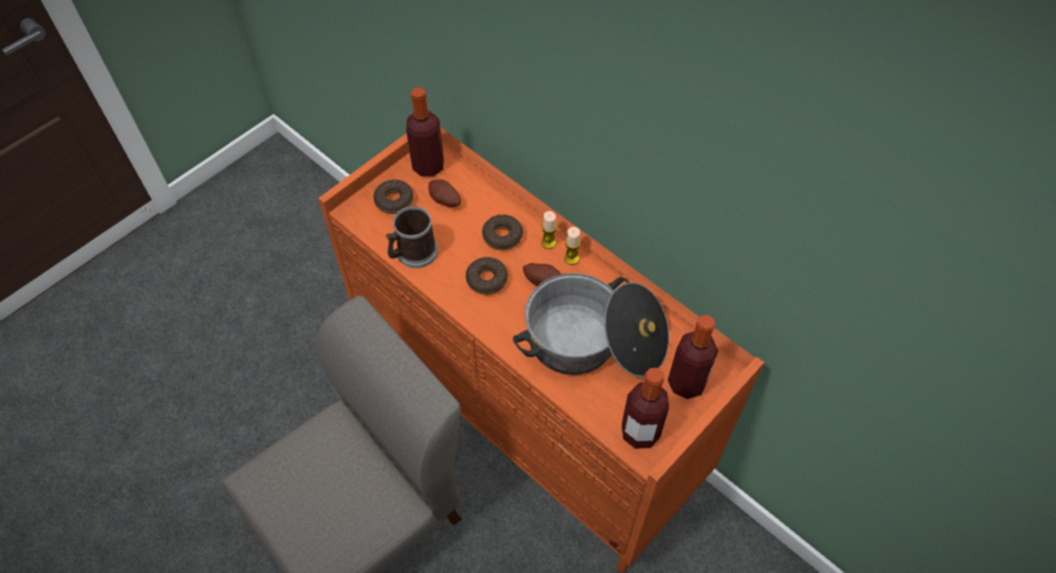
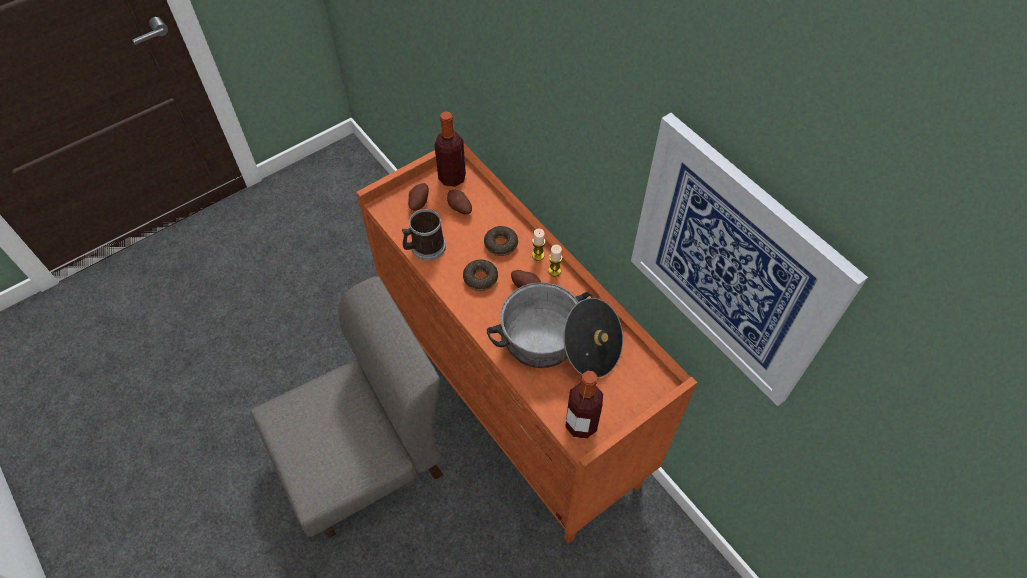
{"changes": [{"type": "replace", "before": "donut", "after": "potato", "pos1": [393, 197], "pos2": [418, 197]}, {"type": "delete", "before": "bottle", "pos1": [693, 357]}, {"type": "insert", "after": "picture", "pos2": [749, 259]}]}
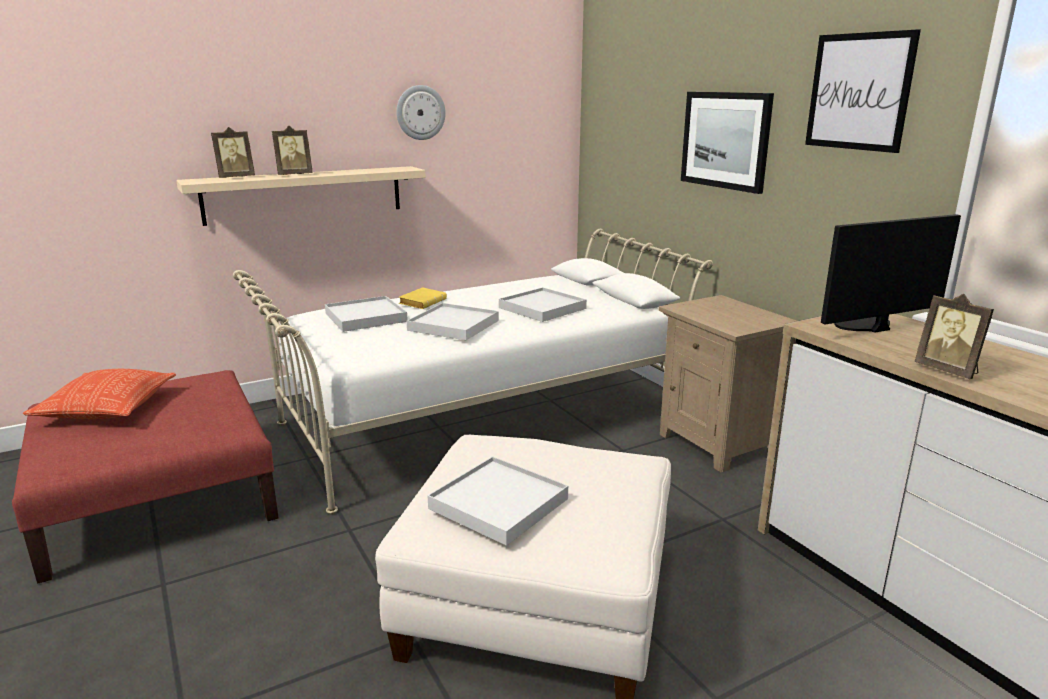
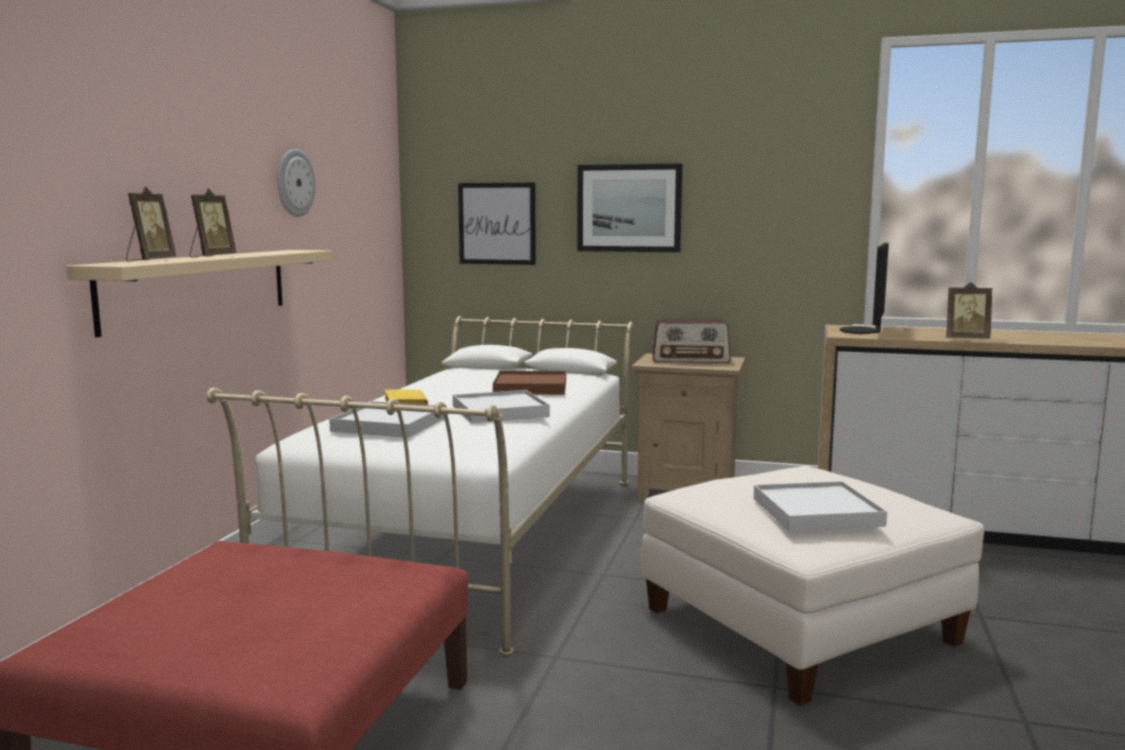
{"changes": [{"type": "move", "before": "picture", "pos1": [863, 91], "pos2": [497, 224]}, {"type": "recolor", "before": "white tray", "after": "brown tray", "pos1": [543, 304], "pos2": [529, 383]}, {"type": "delete", "before": "orange pillow", "pos1": [99, 394]}, {"type": "insert", "after": "radio", "pos2": [691, 340]}]}
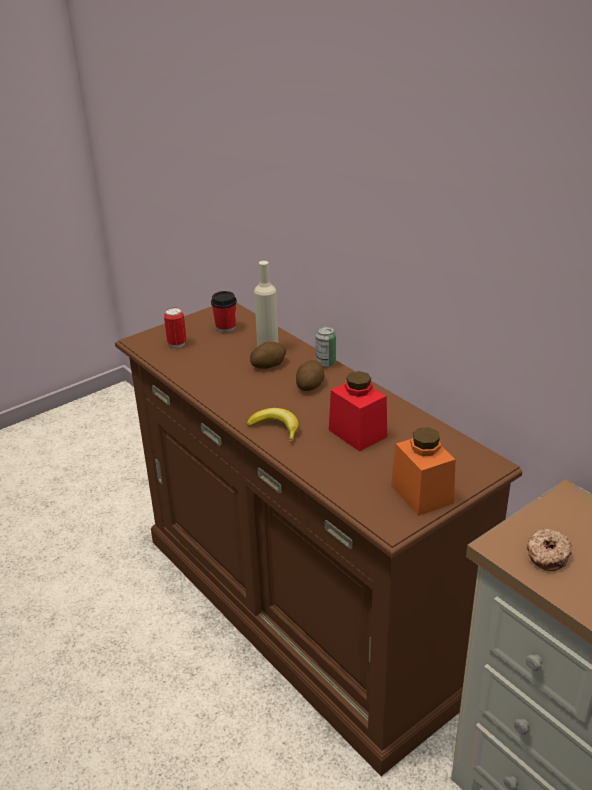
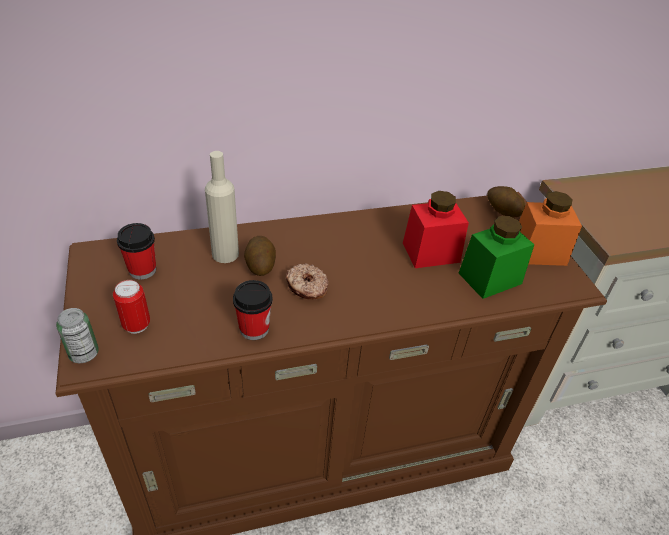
{"changes": [{"type": "move", "before": "can", "pos1": [326, 346], "pos2": [77, 335]}, {"type": "move", "before": "potato", "pos1": [310, 375], "pos2": [506, 202]}, {"type": "delete", "before": "banana", "pos1": [273, 425]}, {"type": "move", "before": "donut", "pos1": [549, 549], "pos2": [307, 282]}, {"type": "insert", "after": "green jar", "pos2": [496, 257]}, {"type": "insert", "after": "cup", "pos2": [253, 310]}]}
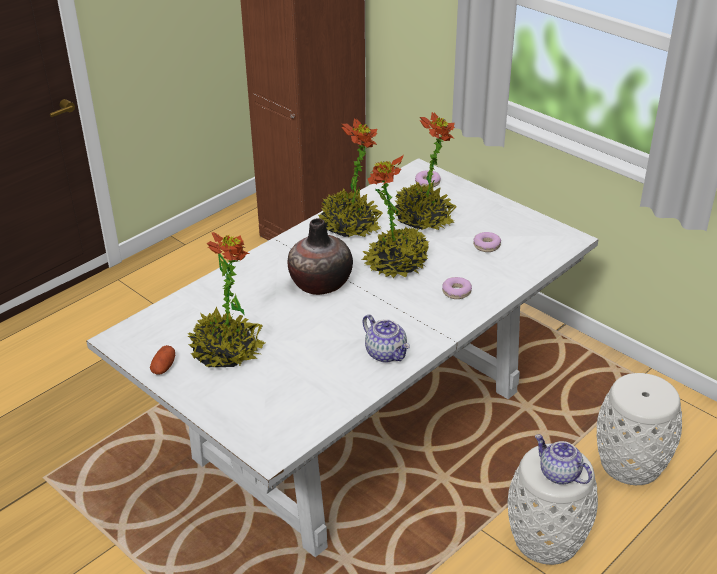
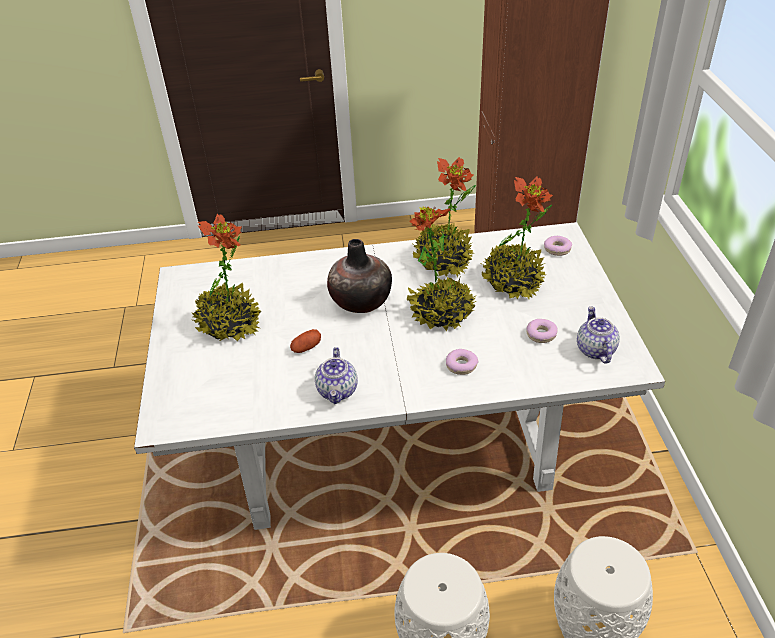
{"changes": [{"type": "move", "before": "potato", "pos1": [162, 359], "pos2": [305, 341]}, {"type": "move", "before": "teapot", "pos1": [563, 459], "pos2": [598, 335]}]}
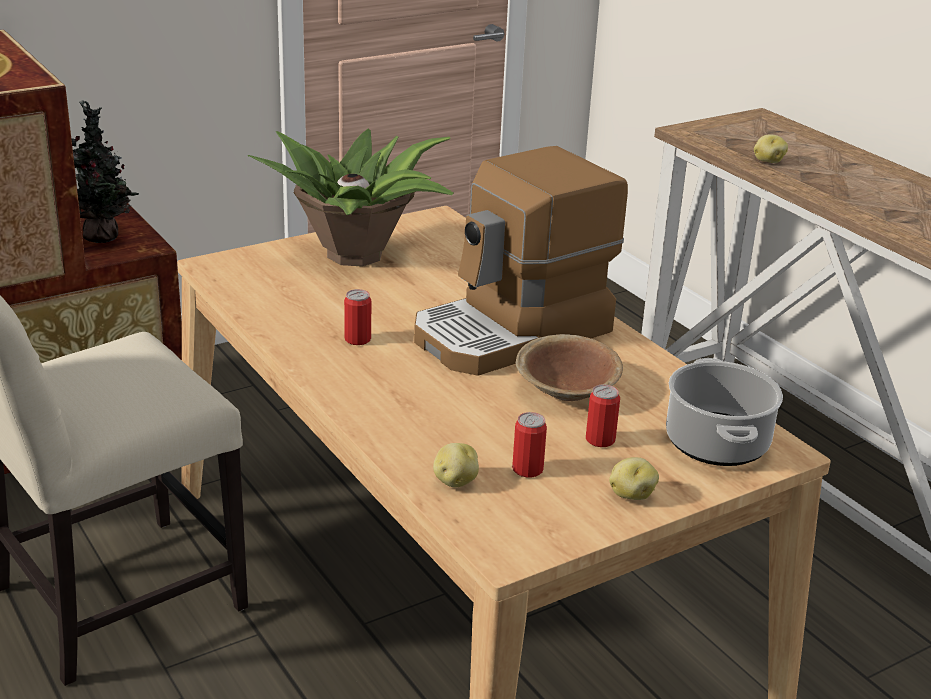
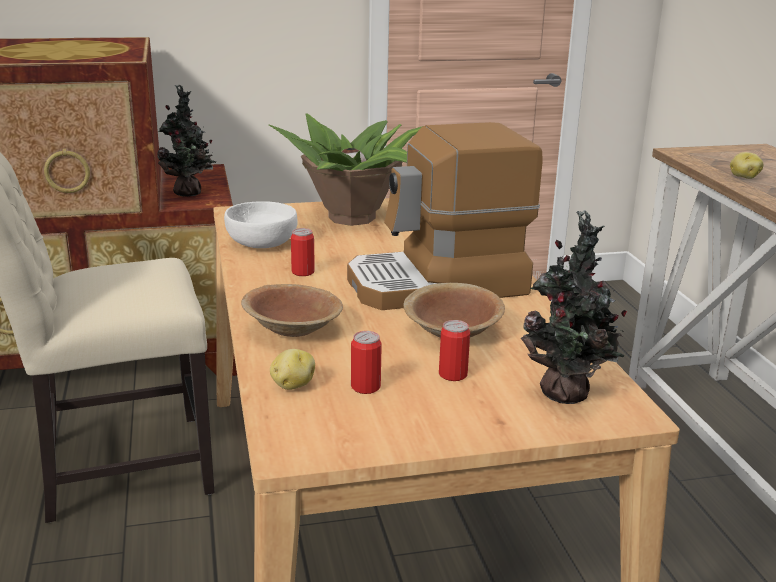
{"changes": [{"type": "replace", "before": "cooking pot", "after": "potted plant", "pos1": [724, 412], "pos2": [574, 307]}, {"type": "delete", "before": "potato", "pos1": [634, 478]}, {"type": "insert", "after": "white bowl", "pos2": [261, 224]}, {"type": "insert", "after": "brown bowl", "pos2": [292, 310]}]}
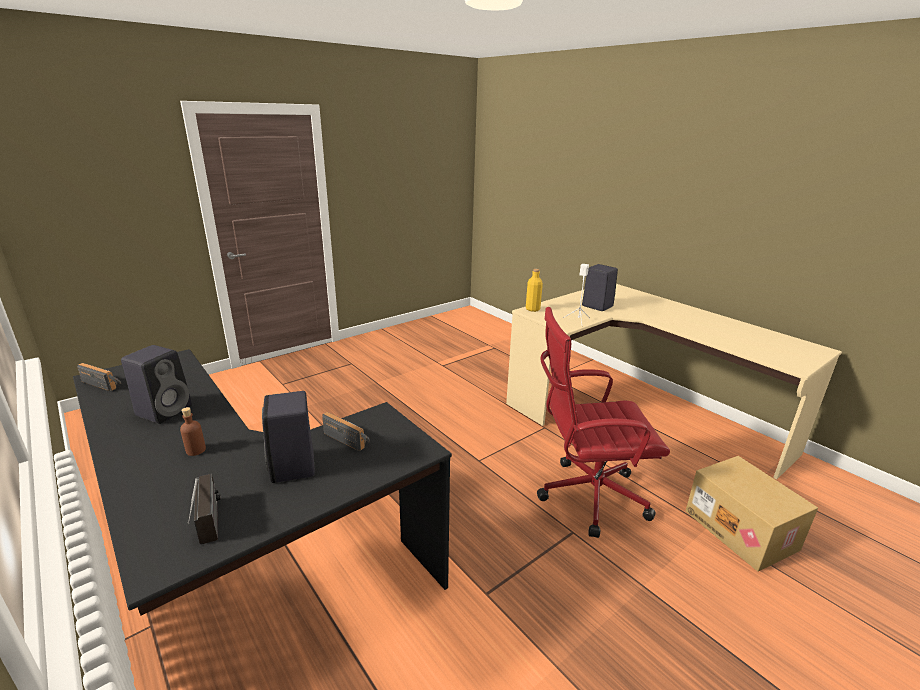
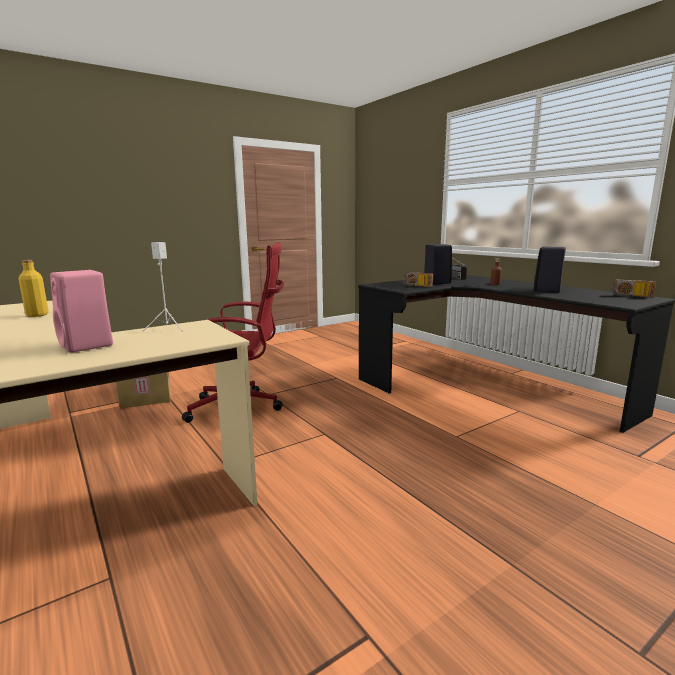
{"changes": [{"type": "recolor", "before": "black speaker", "after": "pink speaker", "pos1": [600, 287], "pos2": [81, 311]}, {"type": "move", "before": "yellow bottle", "pos1": [534, 290], "pos2": [33, 288]}]}
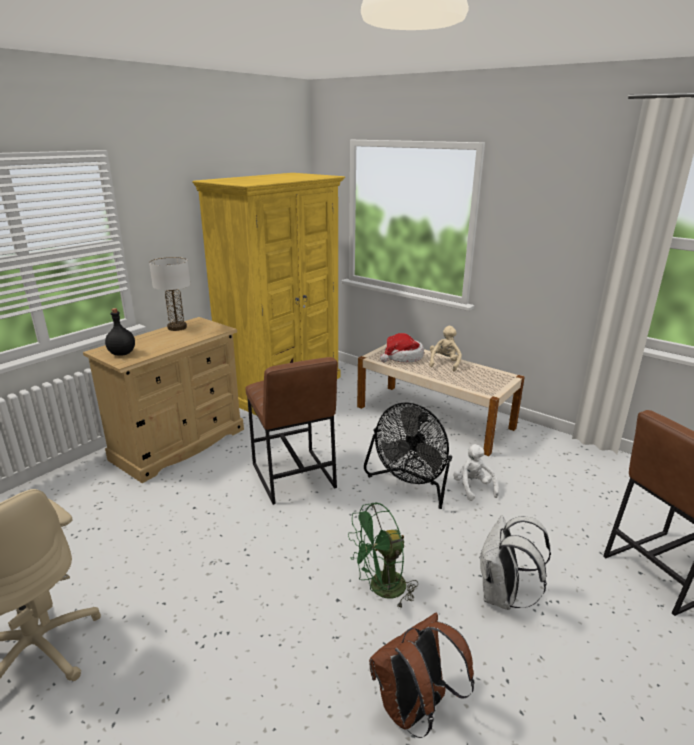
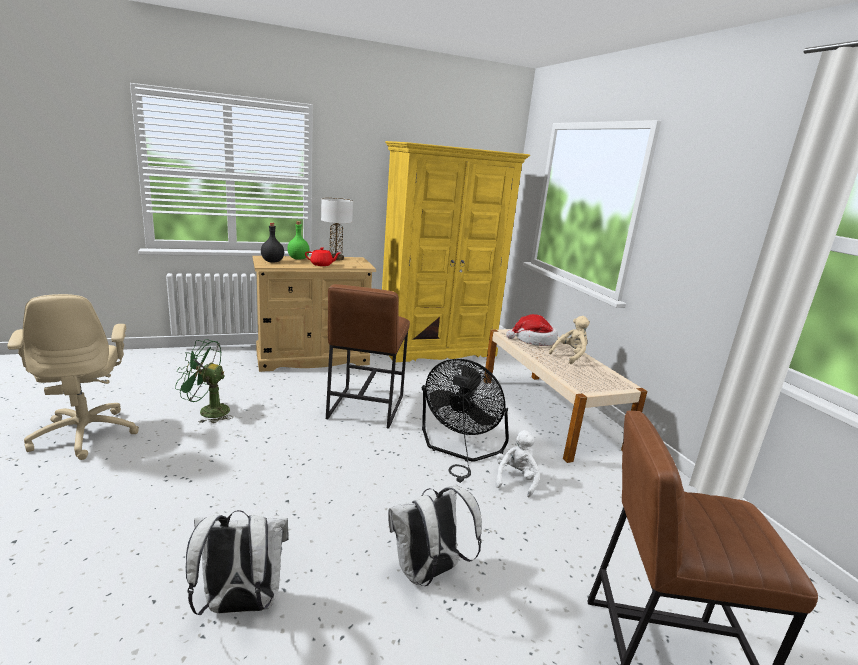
{"changes": [{"type": "rotate", "before": "black fan", "pos1": [408, 456], "pos2": [465, 421], "turn": 135}, {"type": "move", "before": "green fan", "pos1": [383, 555], "pos2": [204, 381]}, {"type": "recolor", "before": "brown backpack", "after": "white backpack", "pos1": [422, 675], "pos2": [237, 562]}, {"type": "insert", "after": "green bottle", "pos2": [298, 240]}, {"type": "insert", "after": "red teapot", "pos2": [322, 256]}]}
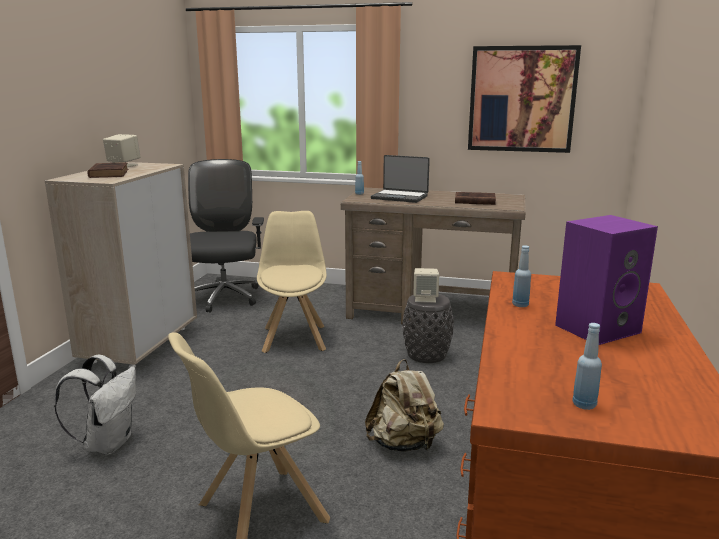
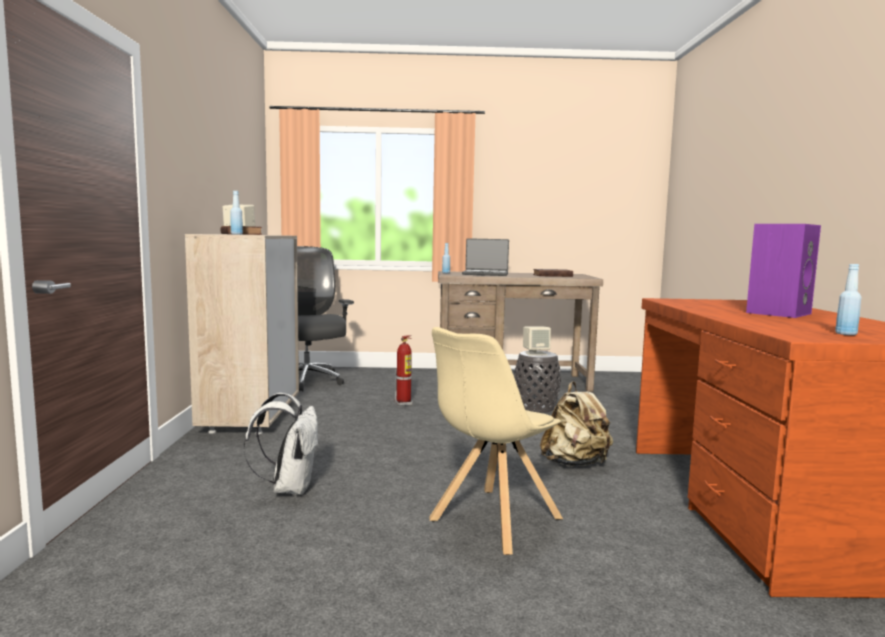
{"changes": [{"type": "delete", "before": "picture", "pos1": [524, 99]}, {"type": "replace", "before": "beige chair", "after": "fire extinguisher", "pos1": [292, 282], "pos2": [404, 370]}, {"type": "move", "before": "blue bottle", "pos1": [521, 276], "pos2": [236, 213]}]}
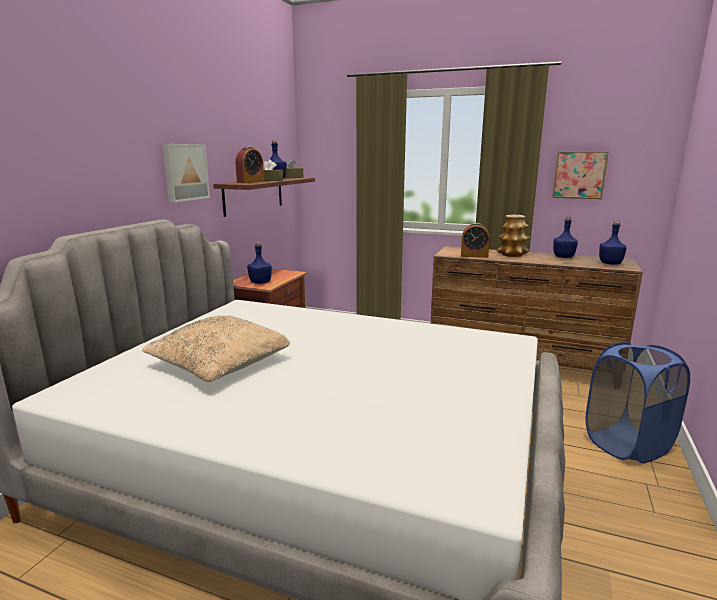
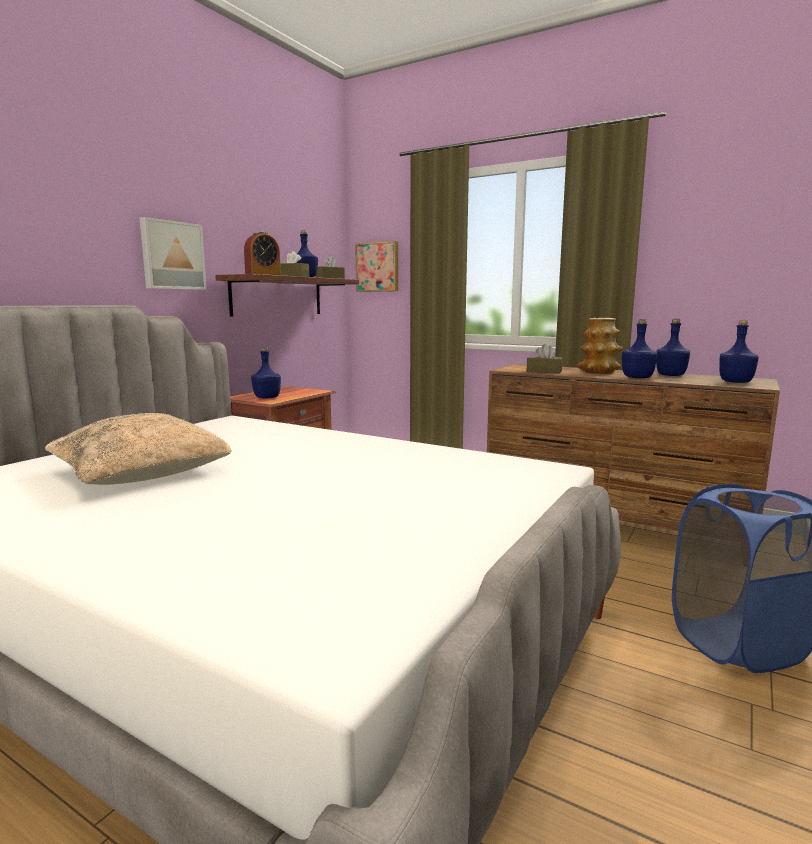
{"changes": [{"type": "move", "before": "picture", "pos1": [580, 175], "pos2": [376, 266]}, {"type": "replace", "before": "alarm clock", "after": "brown tissue box", "pos1": [475, 240], "pos2": [545, 359]}, {"type": "insert", "after": "blue bottle", "pos2": [639, 348]}]}
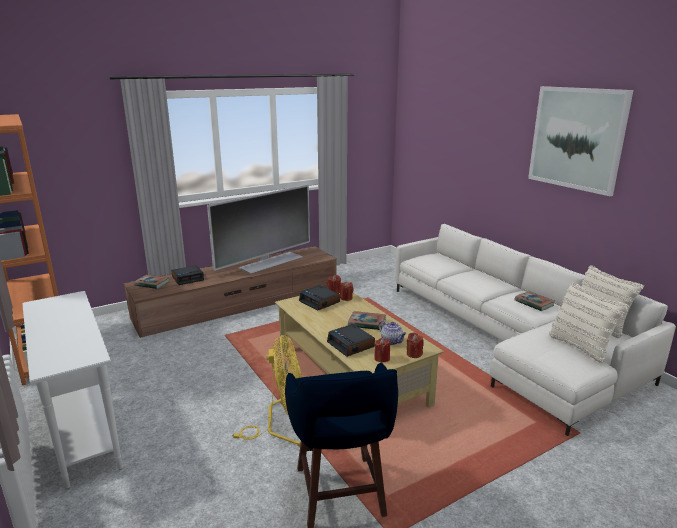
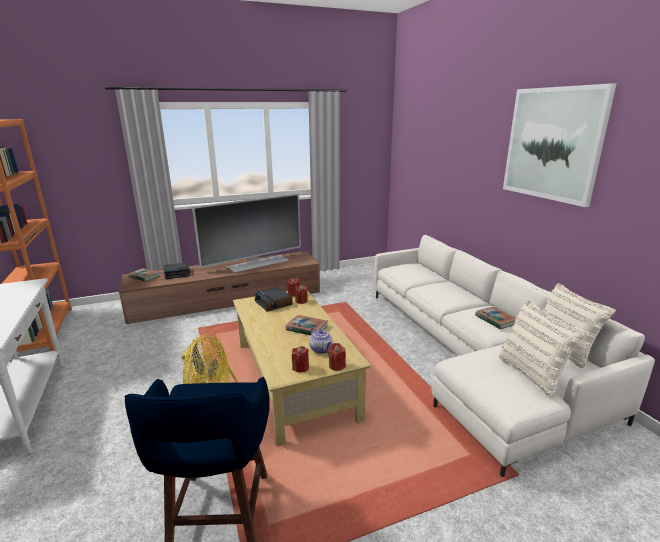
{"changes": [{"type": "delete", "before": "alarm clock", "pos1": [351, 340]}]}
